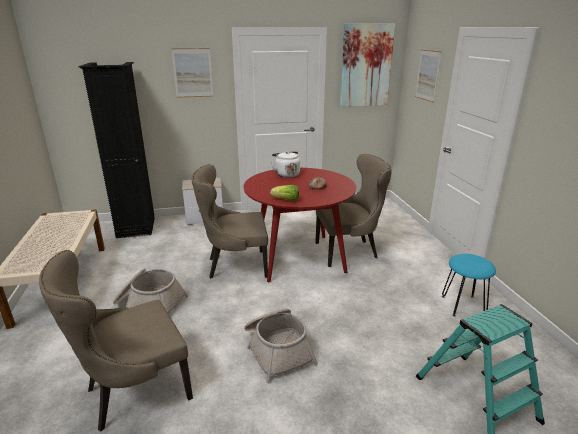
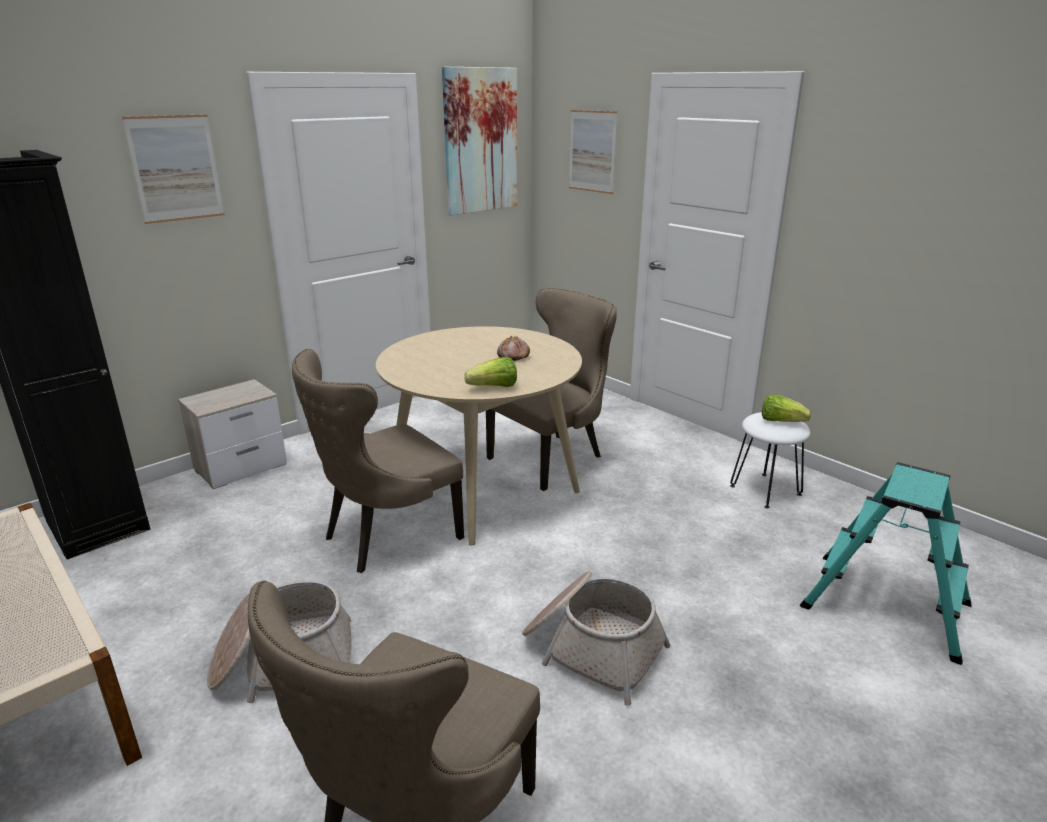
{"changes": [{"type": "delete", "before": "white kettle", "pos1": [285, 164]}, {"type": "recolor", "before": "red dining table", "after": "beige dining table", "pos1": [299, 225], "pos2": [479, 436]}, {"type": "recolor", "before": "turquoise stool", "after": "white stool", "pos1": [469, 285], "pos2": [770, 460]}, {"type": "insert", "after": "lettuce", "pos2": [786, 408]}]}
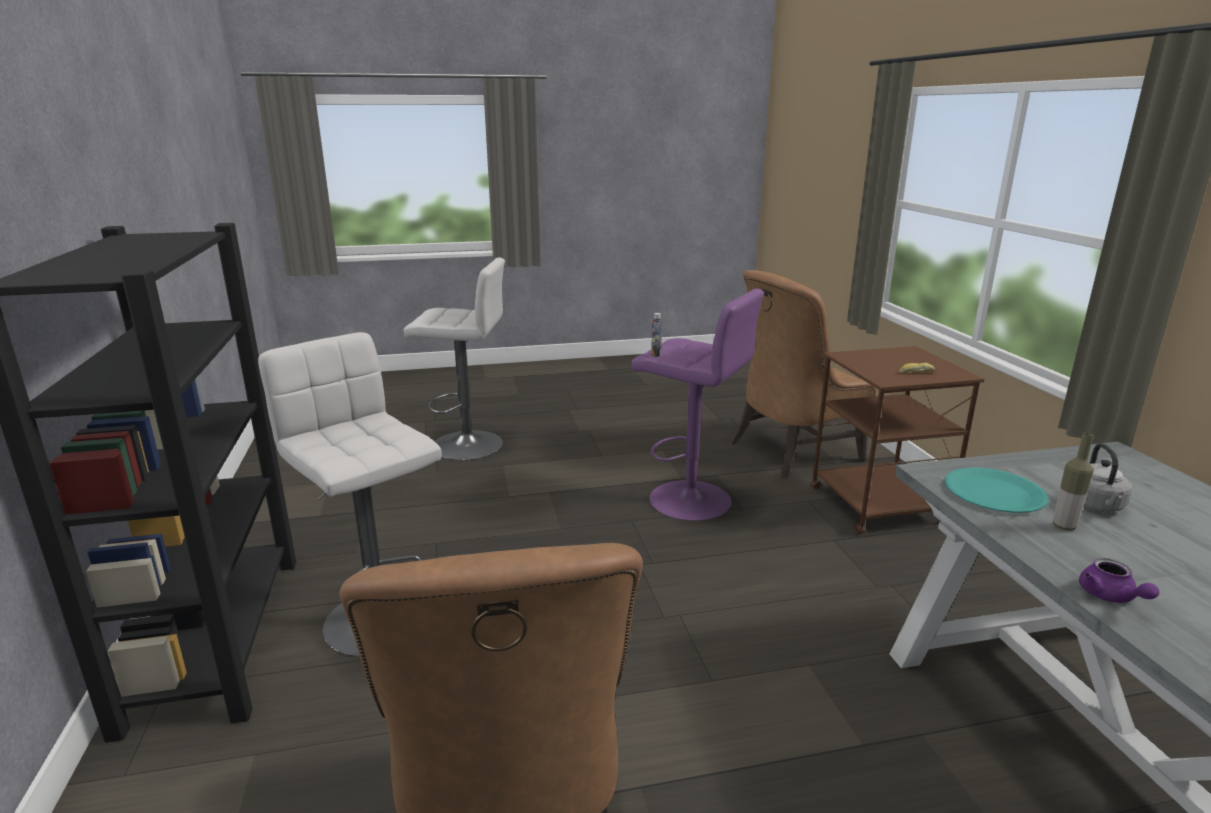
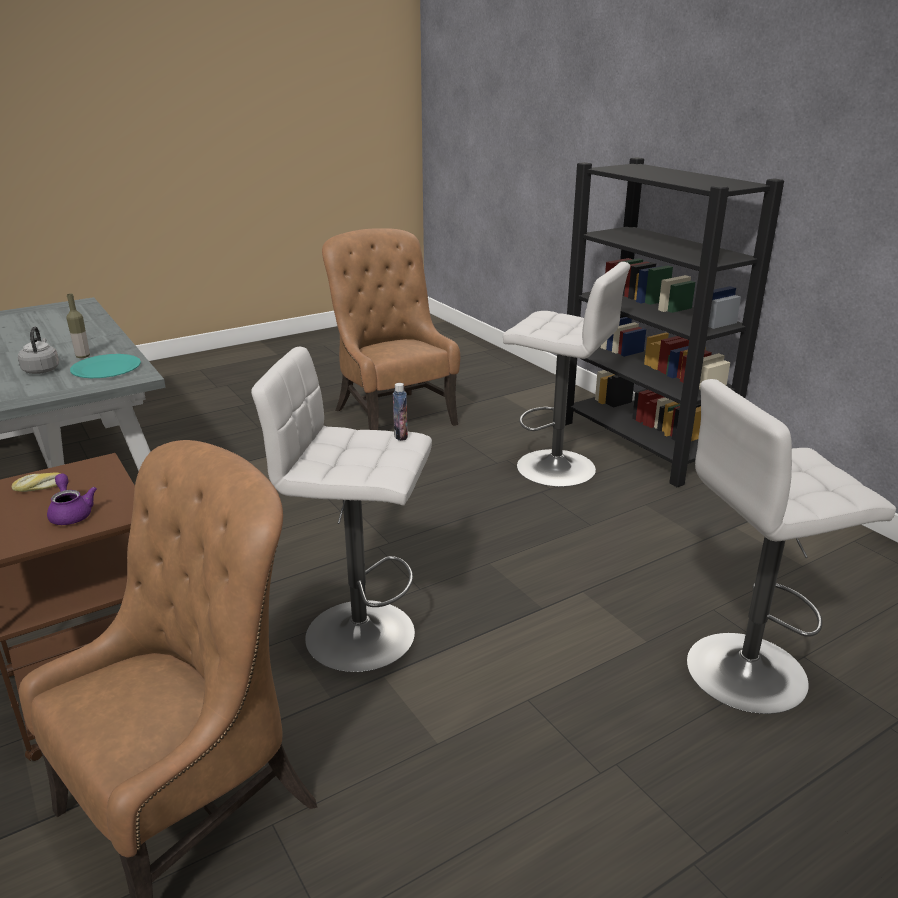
{"changes": [{"type": "recolor", "before": "purple stool", "after": "white stool", "pos1": [697, 405], "pos2": [341, 509]}, {"type": "move", "before": "purple teapot", "pos1": [1119, 580], "pos2": [72, 499]}]}
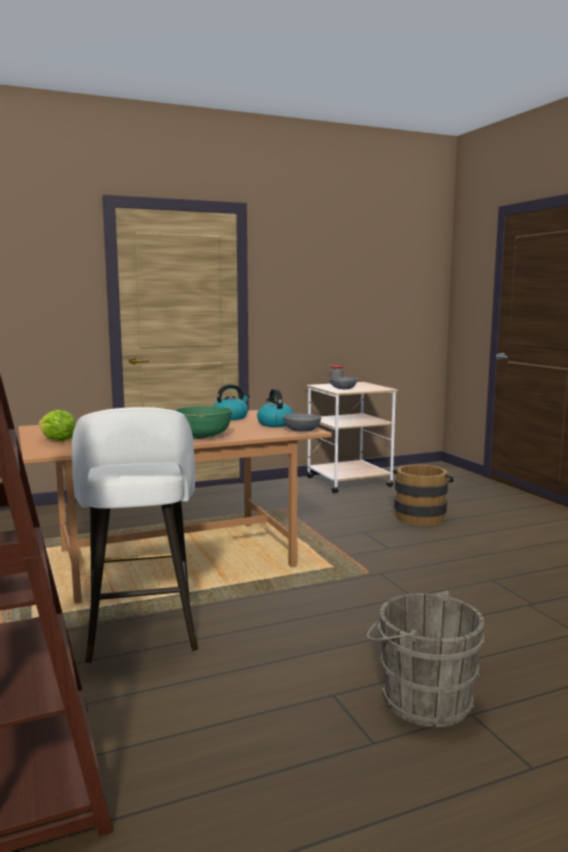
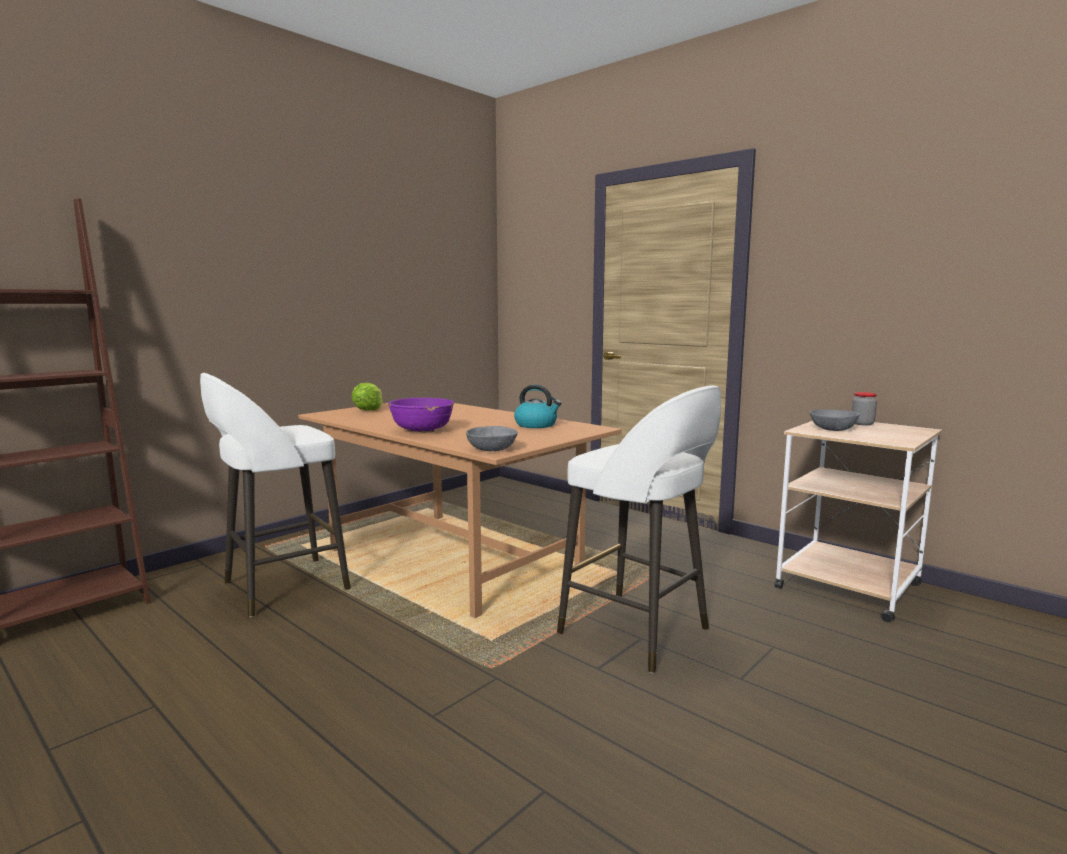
{"changes": [{"type": "delete", "before": "kettle", "pos1": [275, 408]}, {"type": "recolor", "before": "green bowl", "after": "purple bowl", "pos1": [203, 422], "pos2": [421, 415]}, {"type": "delete", "before": "brown bucket", "pos1": [423, 495]}, {"type": "delete", "before": "grey bucket", "pos1": [426, 659]}, {"type": "insert", "after": "white stool", "pos2": [639, 529]}]}
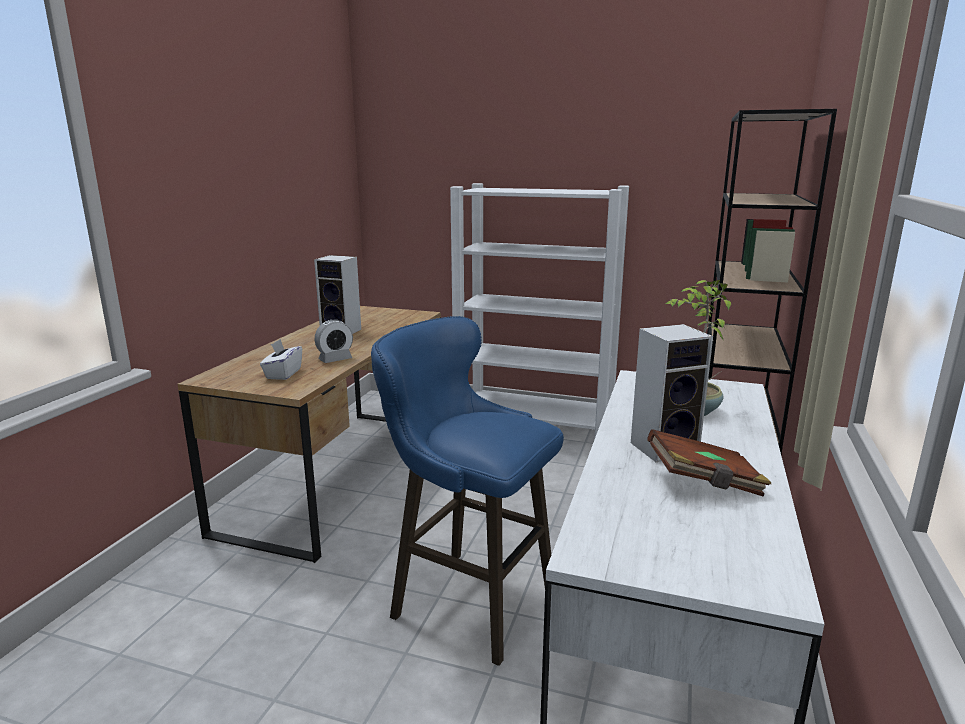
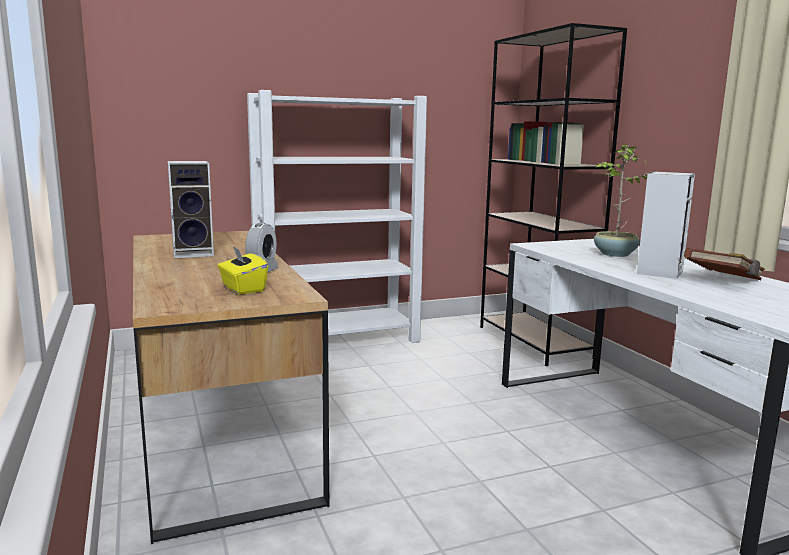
{"changes": [{"type": "delete", "before": "blue stool", "pos1": [467, 491]}, {"type": "recolor", "before": "white tissue box", "after": "yellow tissue box", "pos1": [281, 359], "pos2": [243, 270]}]}
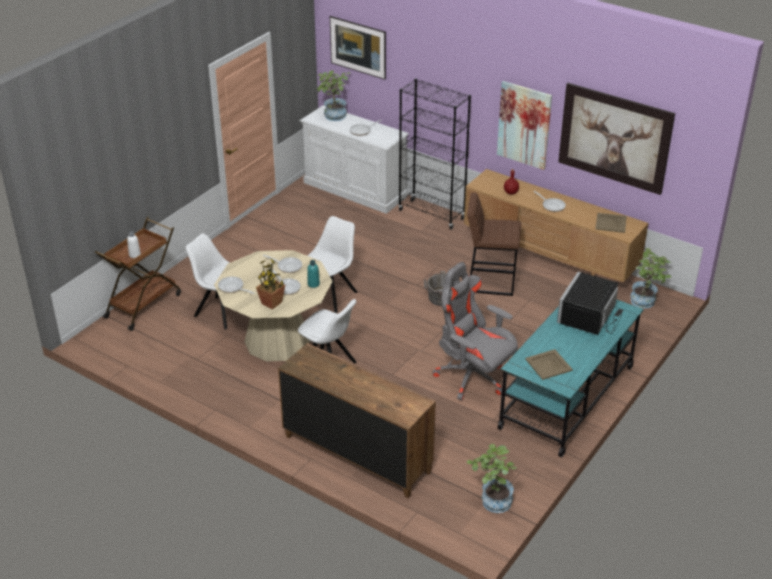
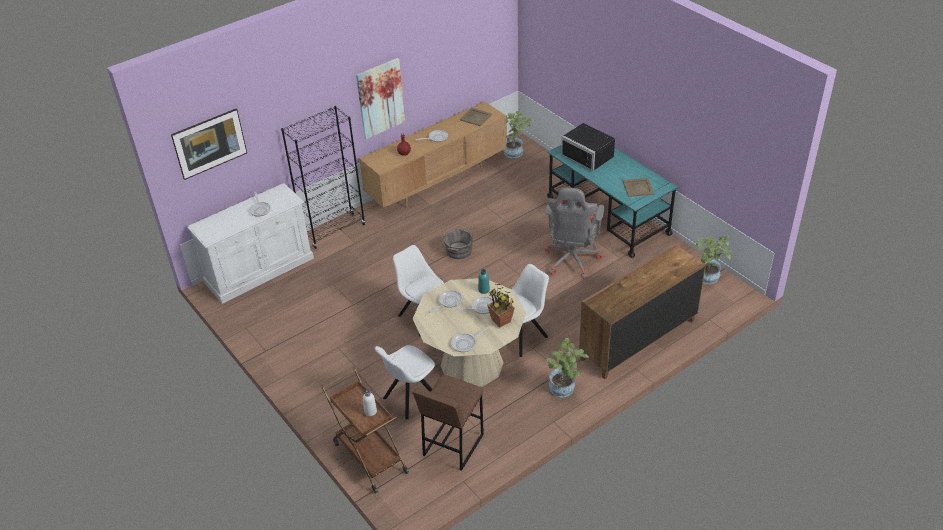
{"changes": [{"type": "move", "before": "potted plant", "pos1": [333, 96], "pos2": [567, 367]}, {"type": "delete", "before": "picture", "pos1": [616, 139]}, {"type": "move", "before": "brown stool", "pos1": [494, 244], "pos2": [448, 423]}, {"type": "rotate", "before": "grey office chair", "pos1": [475, 331], "pos2": [574, 233], "turn": -45}]}
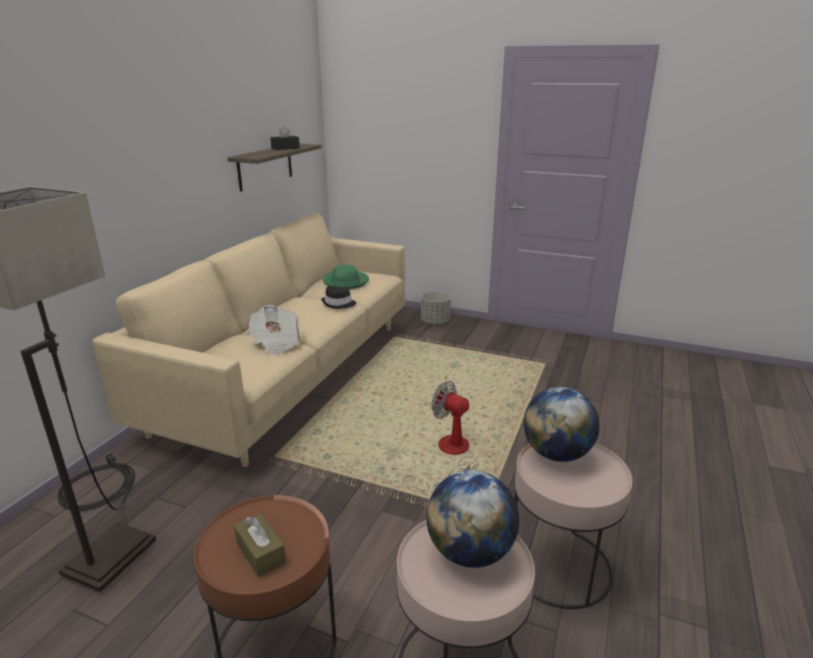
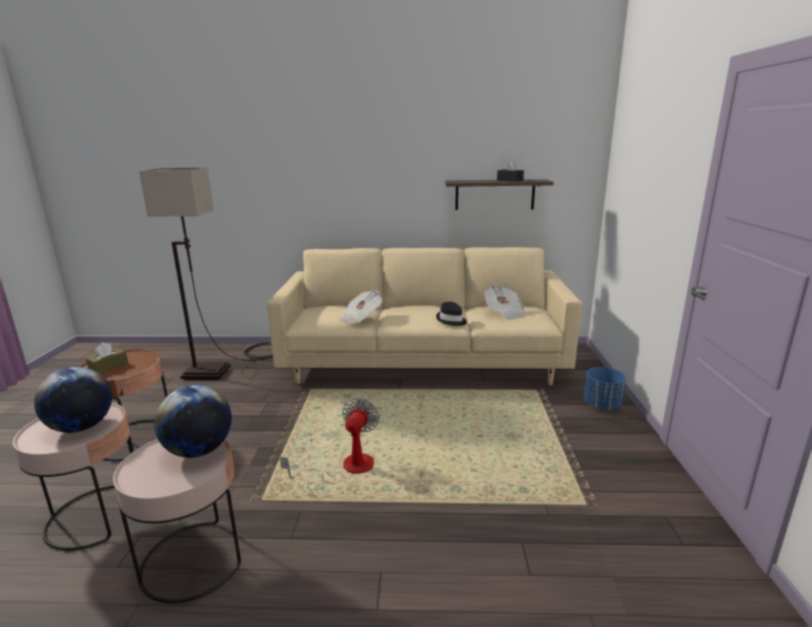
{"changes": [{"type": "replace", "before": "green hat", "after": "newspaper", "pos1": [346, 276], "pos2": [504, 302]}, {"type": "recolor", "before": "grey planter", "after": "blue planter", "pos1": [436, 308], "pos2": [605, 388]}]}
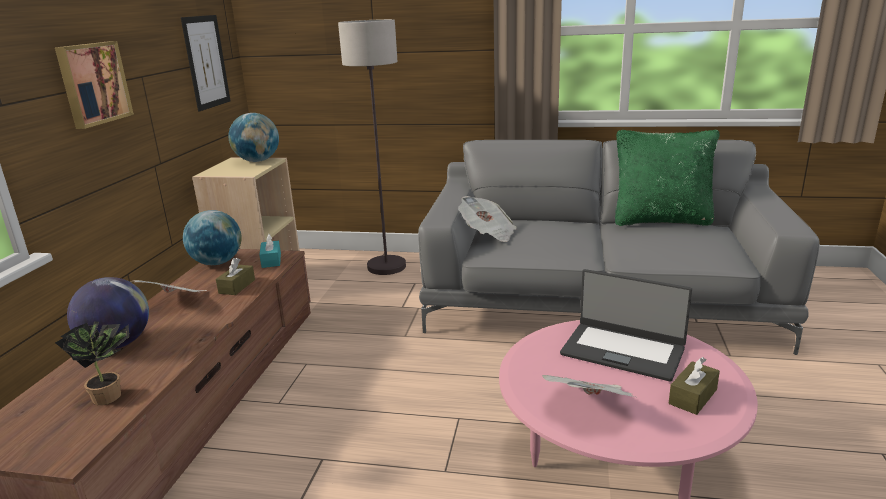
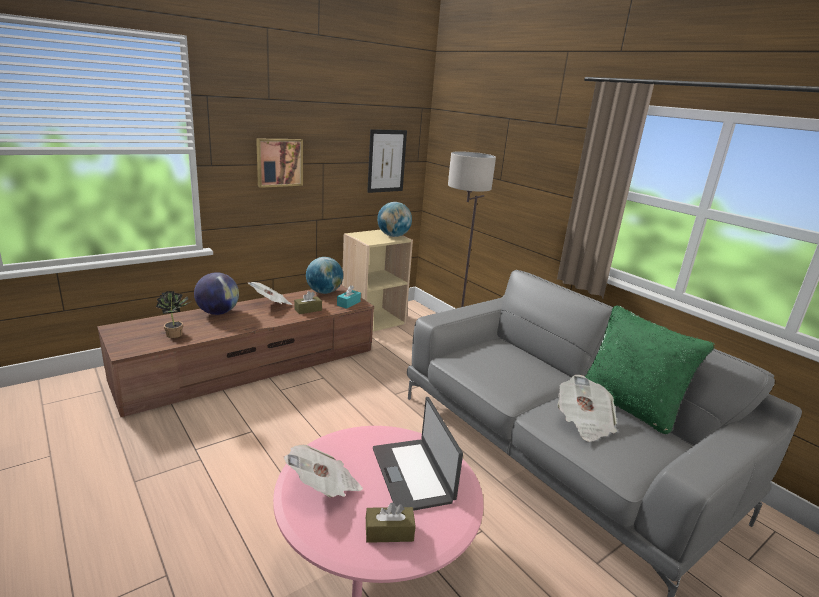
{"changes": [{"type": "move", "before": "newspaper", "pos1": [487, 219], "pos2": [587, 408]}]}
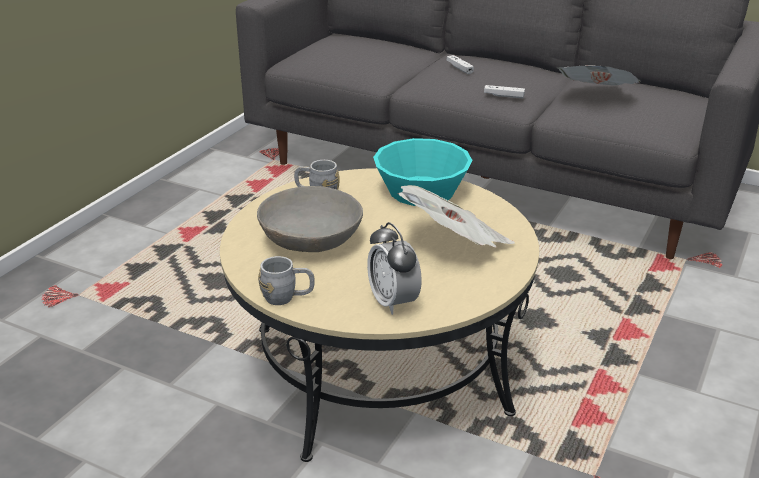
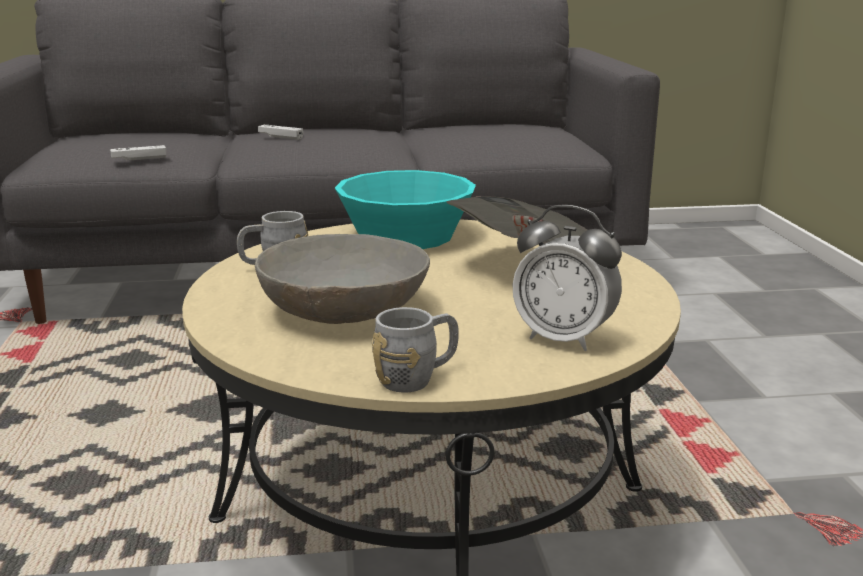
{"changes": [{"type": "delete", "before": "newspaper", "pos1": [598, 75]}, {"type": "move", "before": "white game controller", "pos1": [504, 91], "pos2": [138, 153]}]}
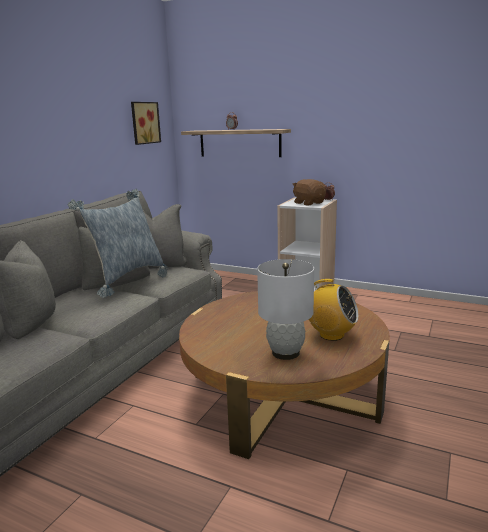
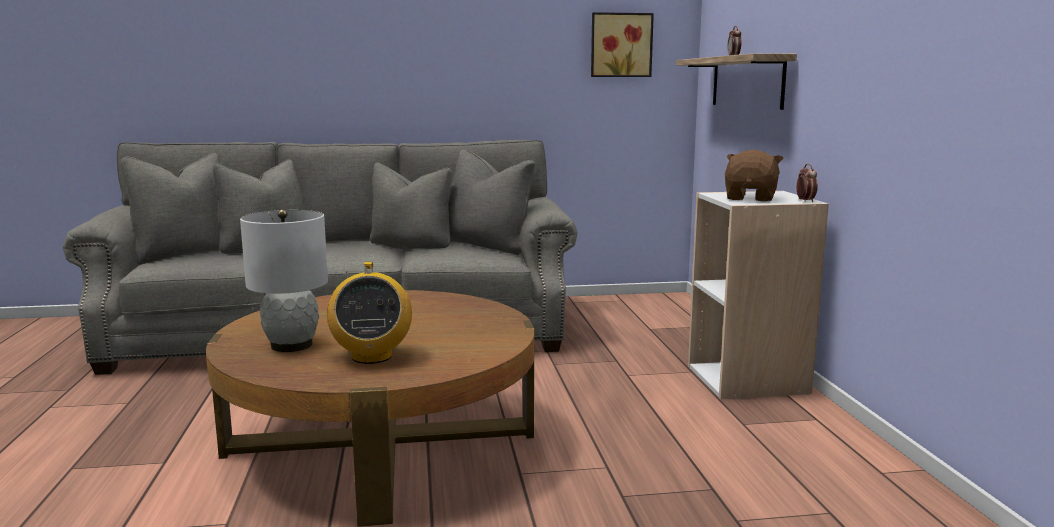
{"changes": [{"type": "delete", "before": "pillow", "pos1": [118, 243]}]}
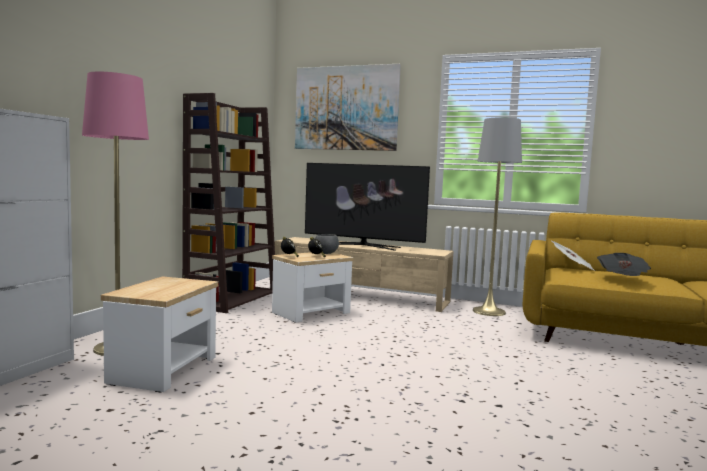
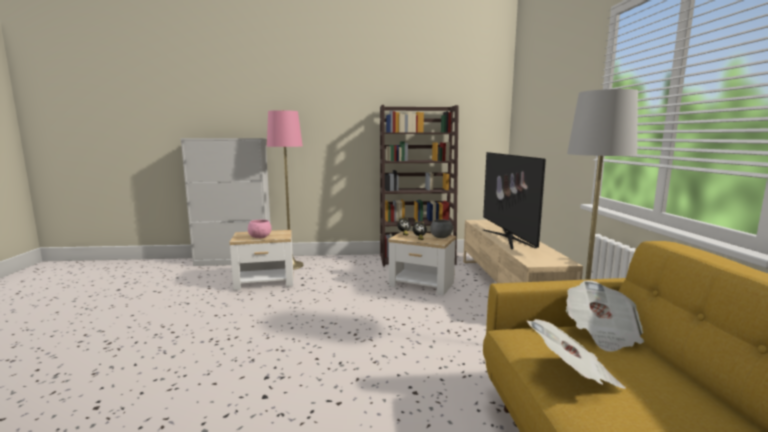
{"changes": [{"type": "delete", "before": "picture", "pos1": [348, 107]}, {"type": "insert", "after": "pink bowl", "pos2": [260, 229]}]}
